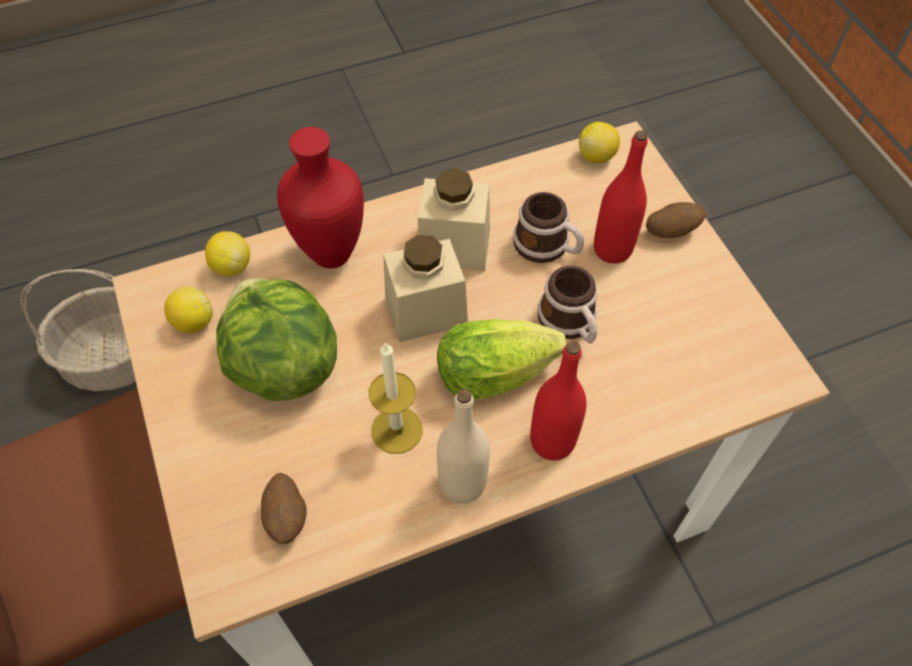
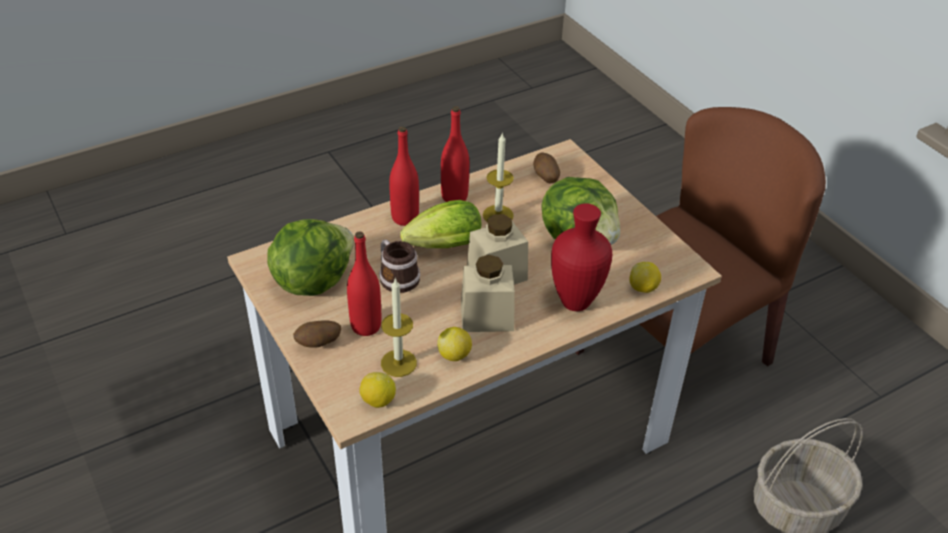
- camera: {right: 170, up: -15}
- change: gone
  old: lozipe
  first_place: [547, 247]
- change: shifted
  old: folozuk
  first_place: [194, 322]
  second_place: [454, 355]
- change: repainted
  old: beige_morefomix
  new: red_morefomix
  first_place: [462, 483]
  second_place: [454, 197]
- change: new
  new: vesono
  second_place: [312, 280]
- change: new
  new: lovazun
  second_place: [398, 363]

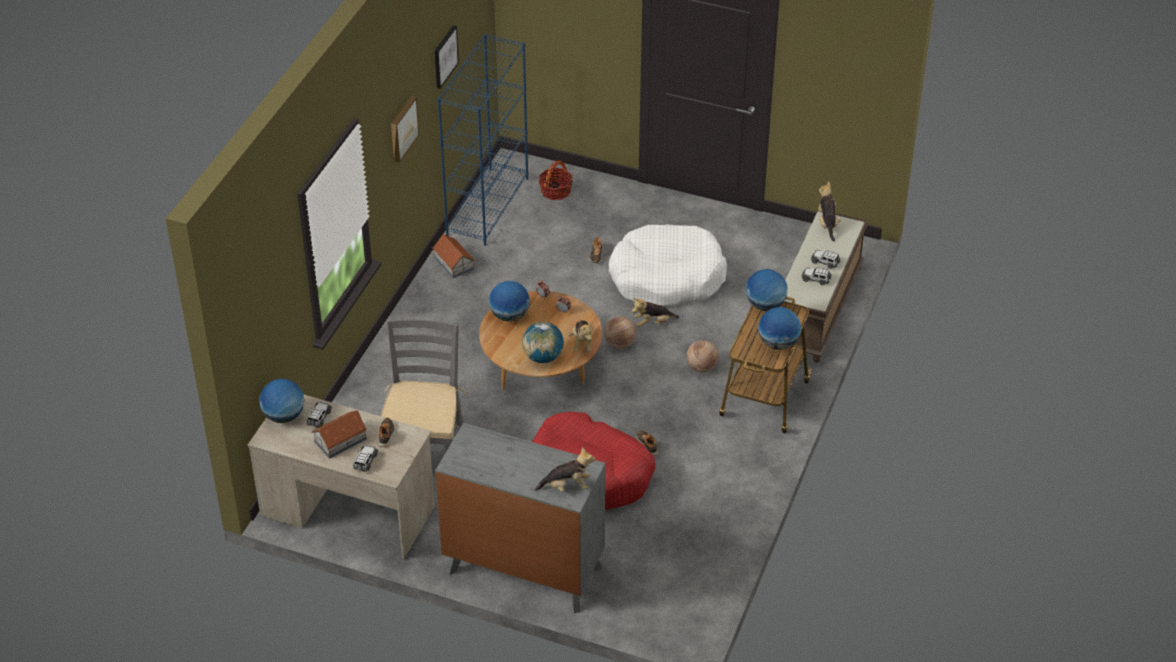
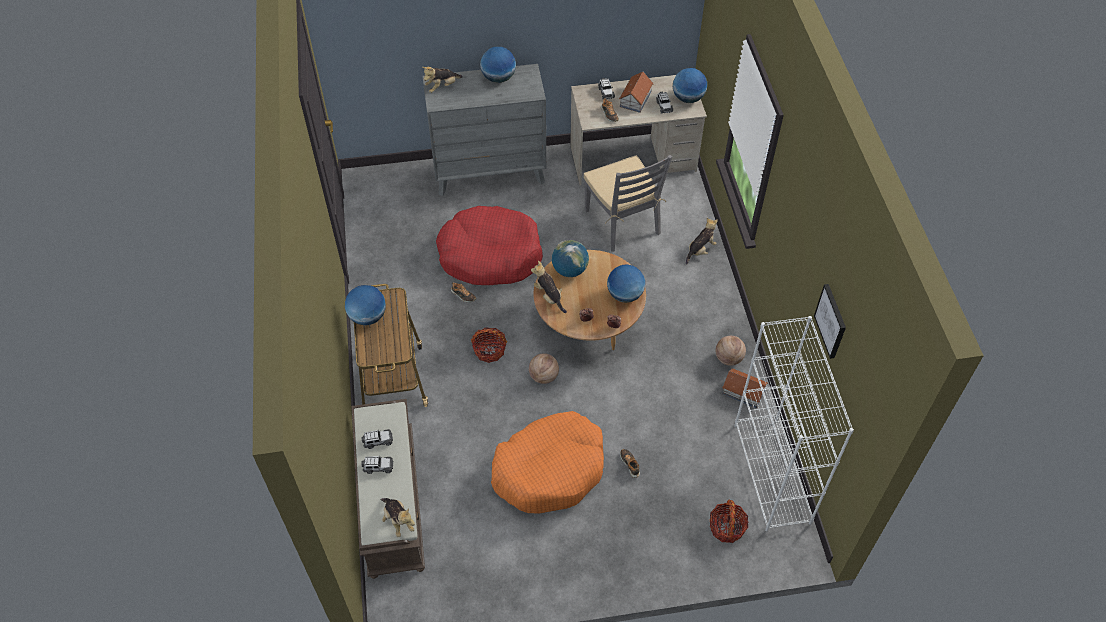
- camera: {right: 150, up: 10}
- change: repainted
  old: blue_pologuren
  new: white_pologuren
  first_place: [487, 205]
  second_place: [772, 474]
- change: gone
  old: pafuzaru
  first_place: [402, 128]
- change: repainted
  old: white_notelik
  new: orange_notelik
  first_place: [666, 277]
  second_place: [549, 469]
- change: shifted
  old: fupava
  first_place: [765, 305]
  second_place: [498, 78]
- change: shifted
  old: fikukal
  first_place: [653, 323]
  second_place: [700, 250]
- change: shifted
  old: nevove
  first_place: [701, 367]
  second_place: [728, 358]
- change: new
  new: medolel
  second_place: [489, 350]

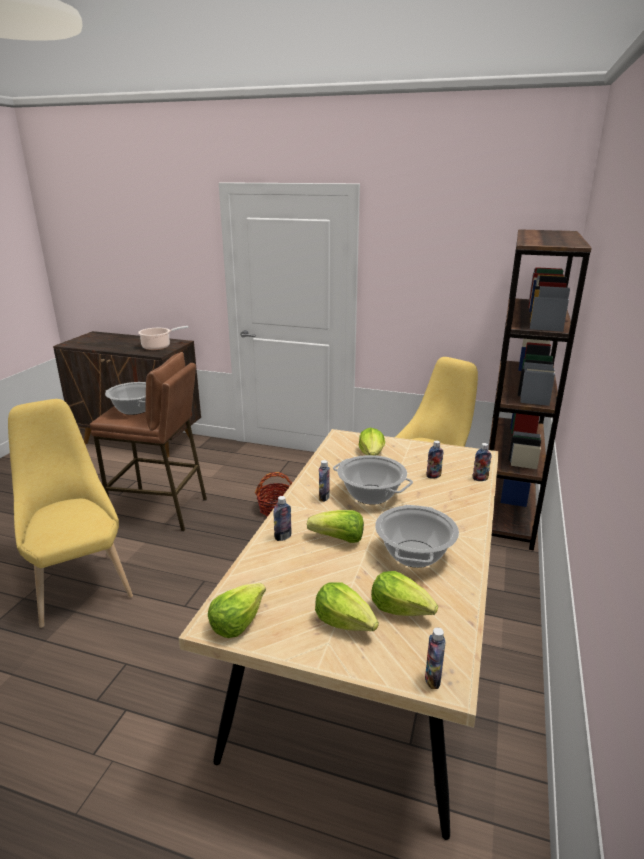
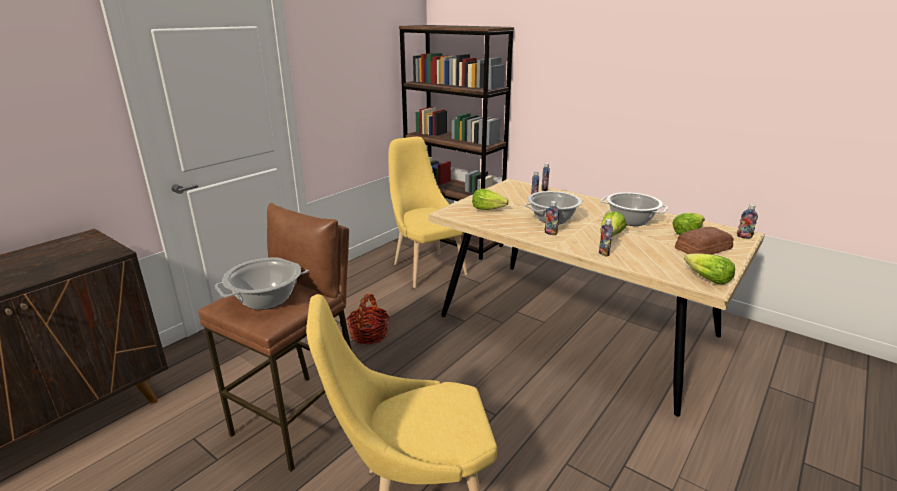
- camera: {right: -70, up: 0}
- change: gone
  old: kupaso
  first_place: [158, 347]
- change: swapped
  old: vesono
  new: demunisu
  first_place: [345, 622]
  second_place: [701, 248]

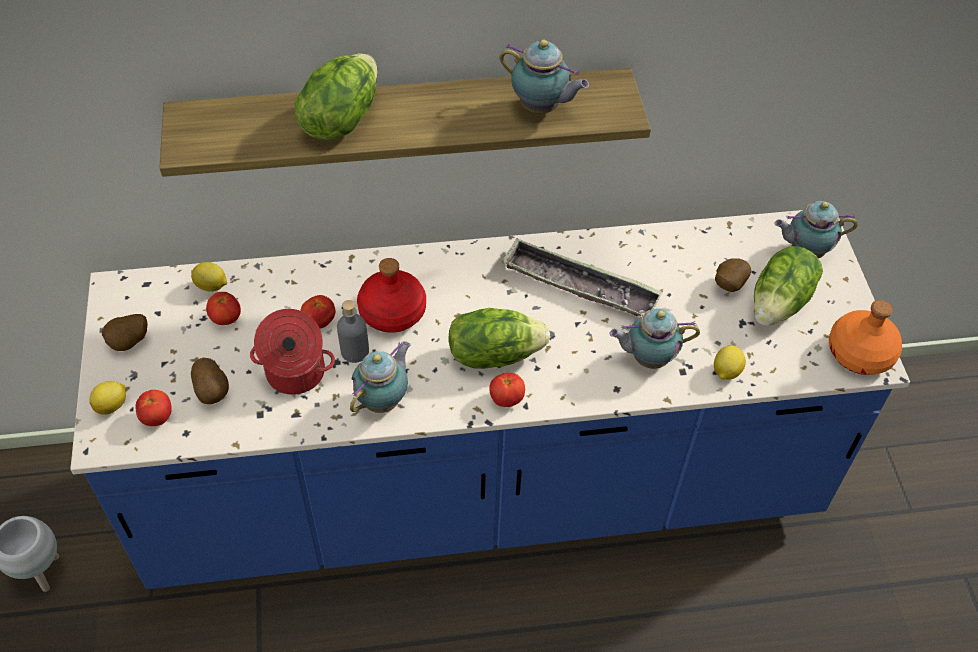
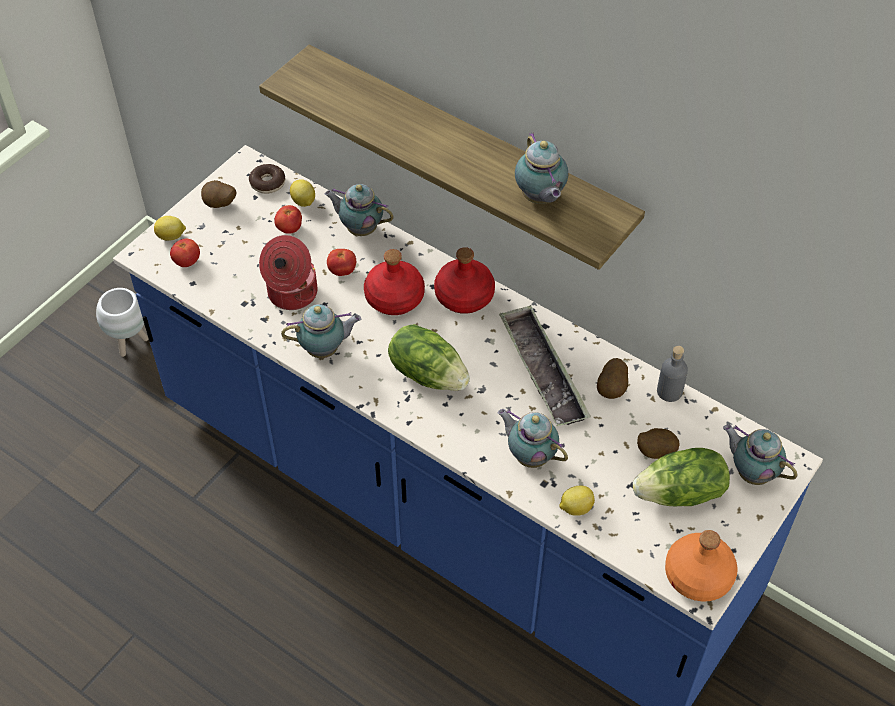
- camera: {right: 45, up: 0}
- change: gone
  old: vesono
  first_place: [340, 119]
- change: shifted
  old: grey_morefomix
  first_place: [354, 351]
  second_place: [669, 391]
- change: shifted
  old: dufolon
  first_place: [213, 392]
  second_place: [612, 389]
- change: gone
  old: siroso
  first_place: [506, 399]
- change: new
  new: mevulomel
  second_place: [267, 183]
- change: new
  new: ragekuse
  second_place: [360, 228]
- change: new
  new: red_morefomix
  second_place: [464, 296]

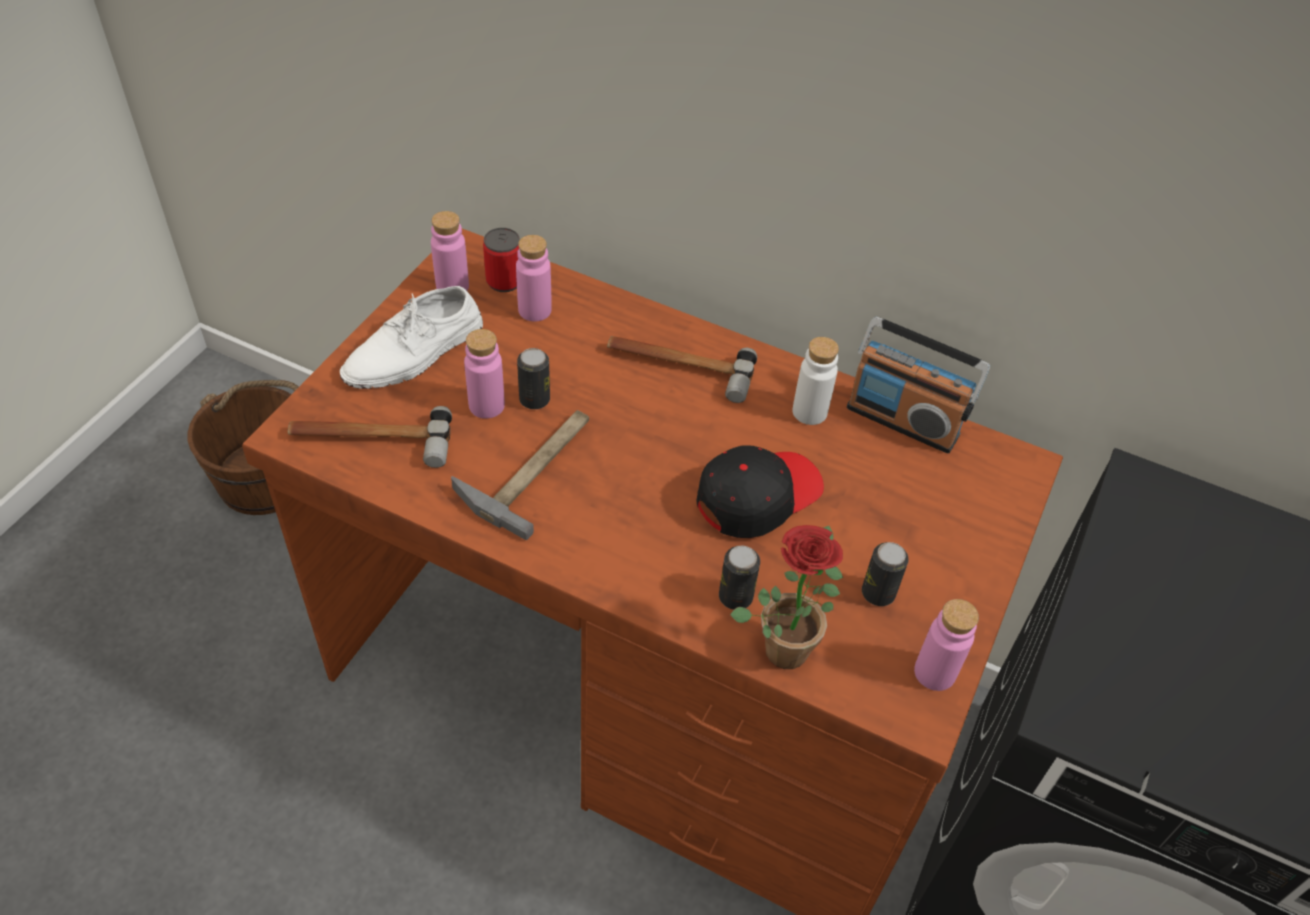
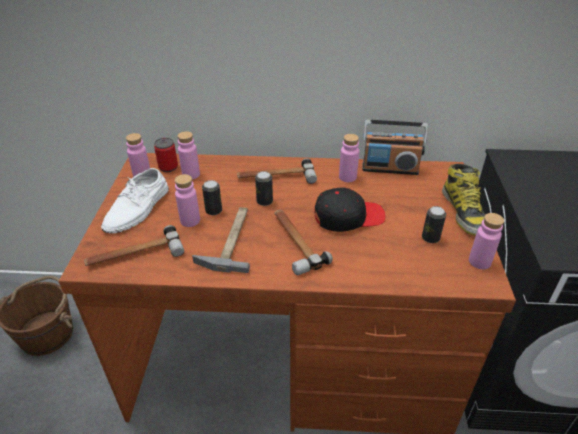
- camera: {right: -20, up: -10}
- change: repainted
  old: white_morefomix
  new: pink_morefomix
  first_place: [809, 412]
  second_place: [347, 177]
- change: rotated
  old: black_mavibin
  first_place: [757, 496]
  second_place: [348, 217]
  degrees: 45
- change: gone
  old: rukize
  first_place: [786, 642]
- change: shifted
  old: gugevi
  first_place: [735, 597]
  second_place: [264, 201]
- change: new
  new: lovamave
  second_place: [463, 211]
- change: new
  new: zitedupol
  second_place: [294, 242]

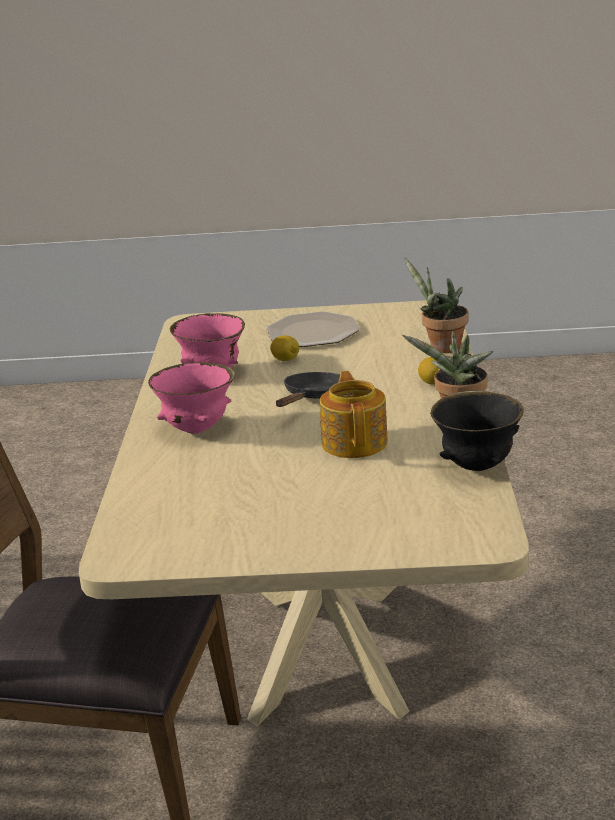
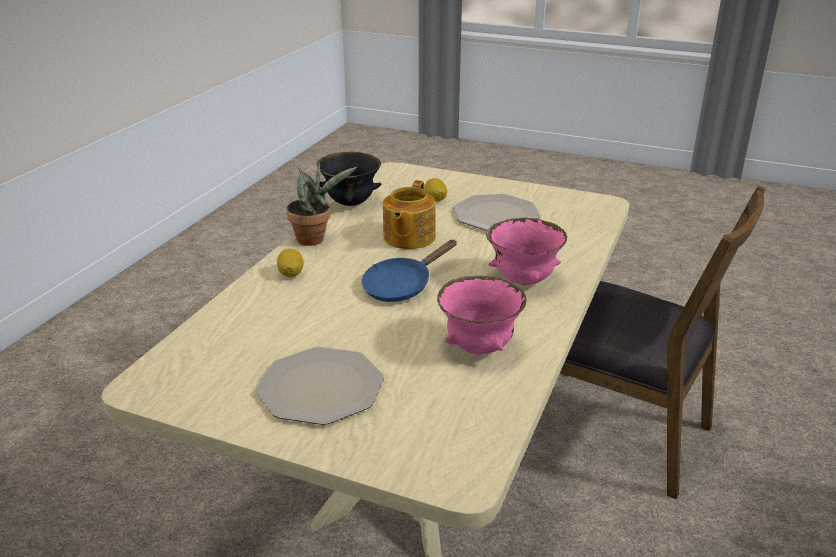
- camera: {right: -160, up: 5}
- change: gone
  old: rukize
  first_place: [441, 347]
- change: shifted
  old: folozuk
  first_place: [285, 360]
  second_place: [435, 199]
- change: repainted
  old: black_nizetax
  new: blue_nizetax
  first_place: [315, 398]
  second_place: [402, 286]
- change: new
  new: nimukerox
  second_place: [497, 214]

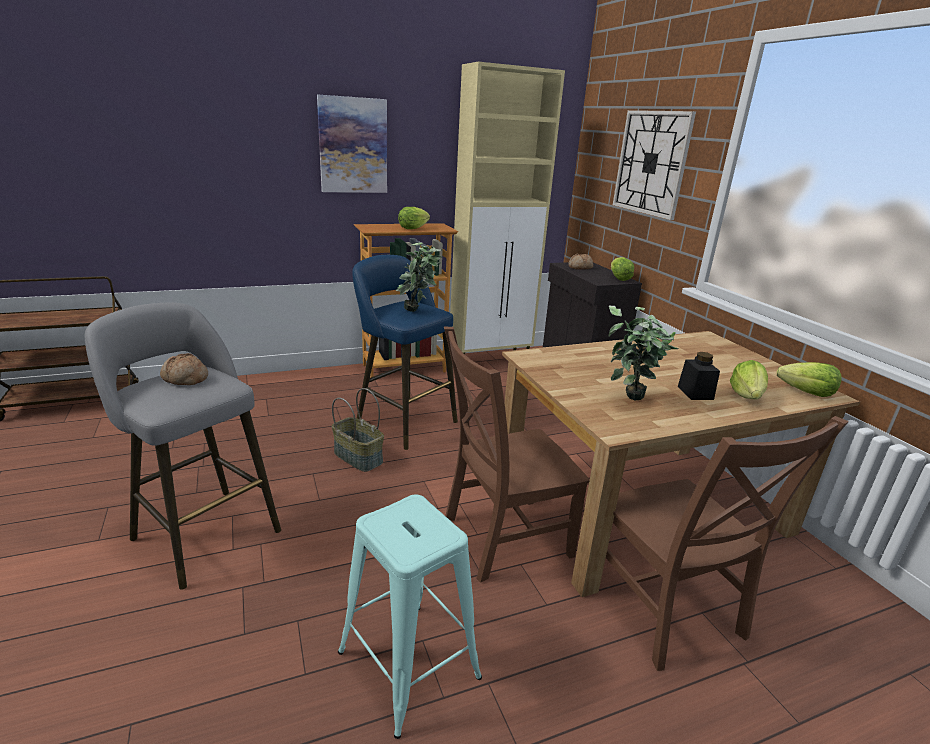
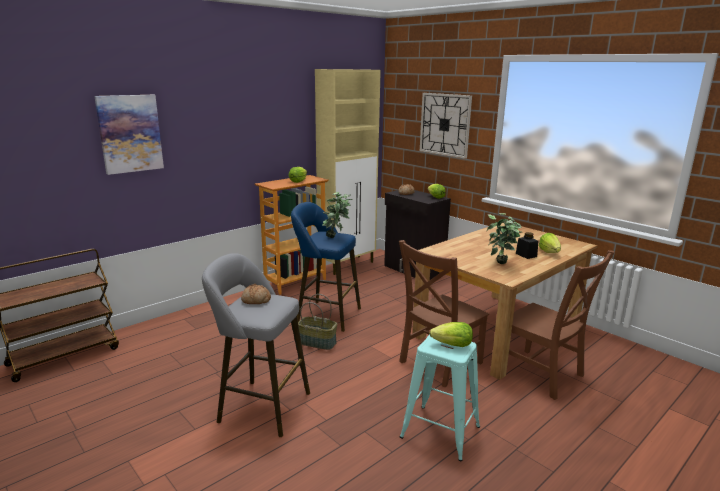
- camera: {right: -20, up: -5}
- change: shifted
  old: pafuzaru
  first_place: [353, 146]
  second_place: [130, 133]
- change: shifted
  old: vesono
  first_place: [806, 393]
  second_place: [453, 345]

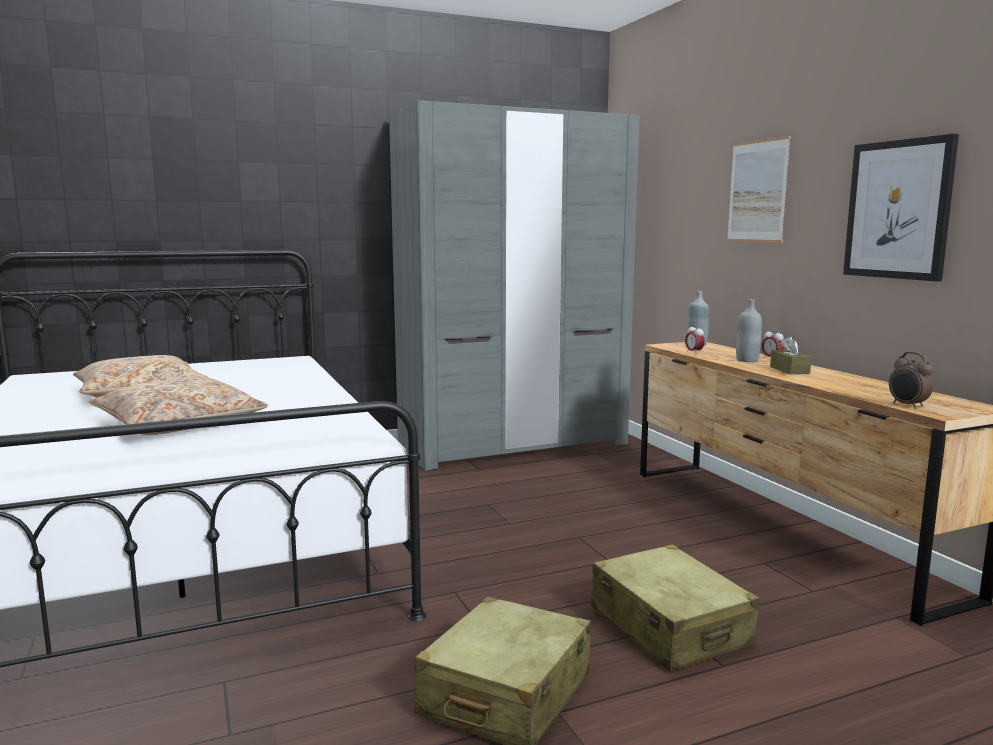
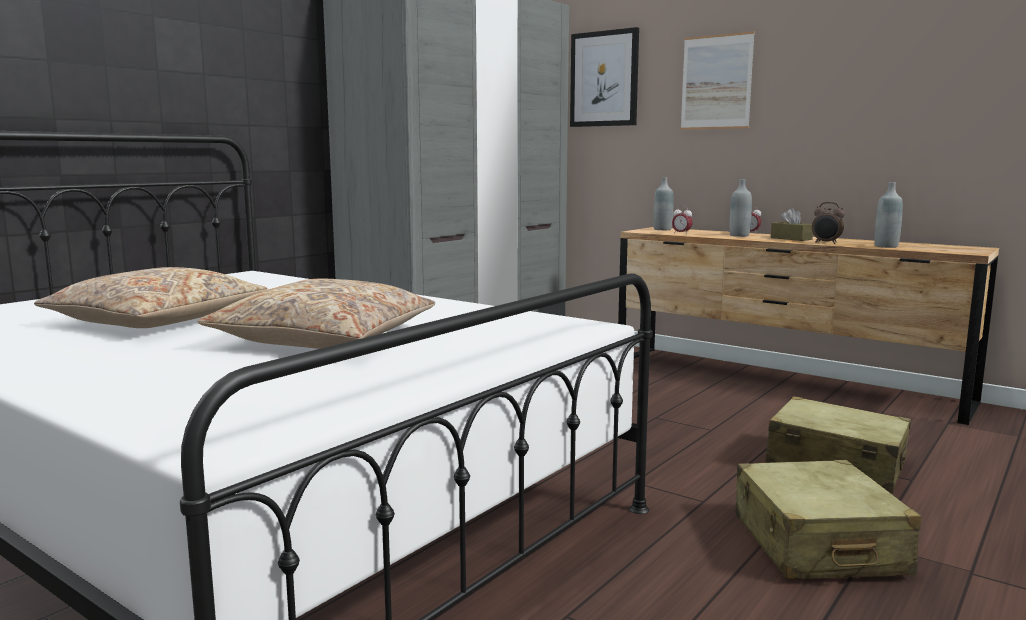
- camera: {right: -30, up: 0}
- change: shifted
  old: pafuzaru
  first_place: [898, 210]
  second_place: [604, 79]
- change: shifted
  old: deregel
  first_place: [907, 405]
  second_place: [826, 243]
- change: new
  new: grey_morefomix
  second_place: [886, 246]

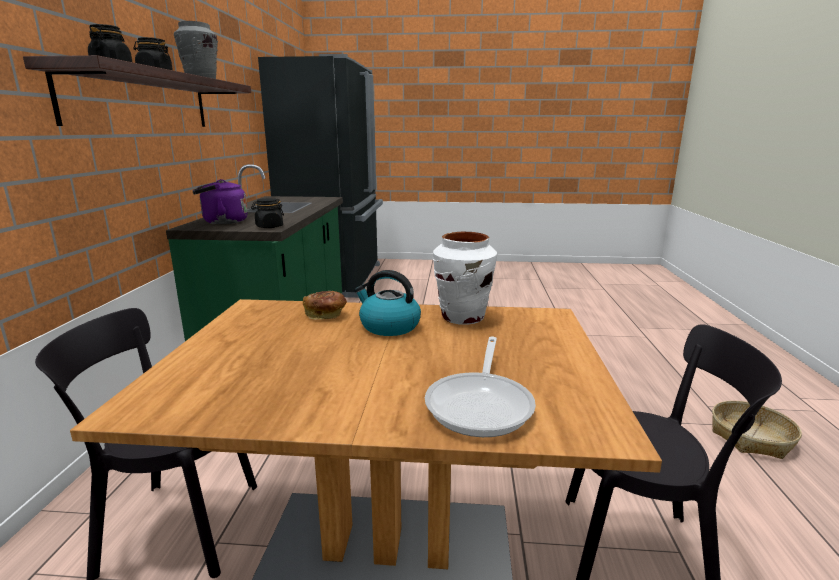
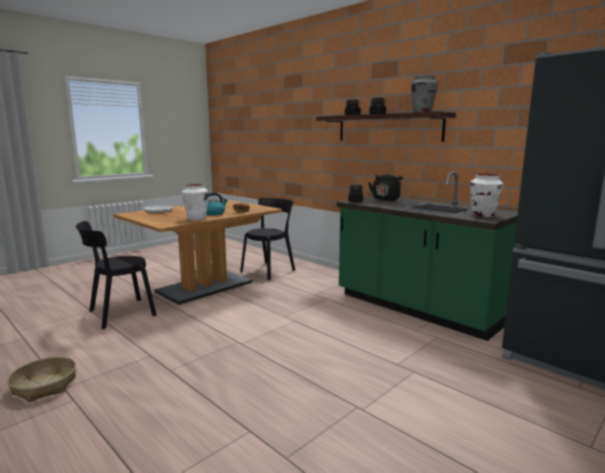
- camera: {right: 130, up: -5}
- change: repainted
  old: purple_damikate
  new: black_damikate
  first_place: [222, 222]
  second_place: [386, 199]
- change: new
  new: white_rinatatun
  second_place: [483, 215]

